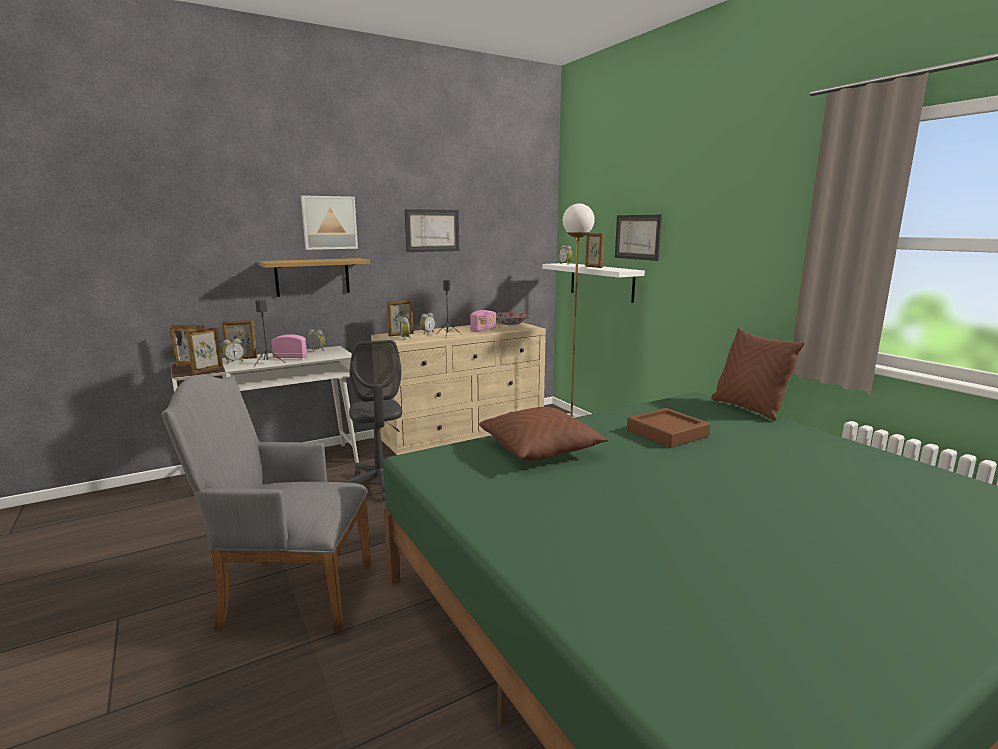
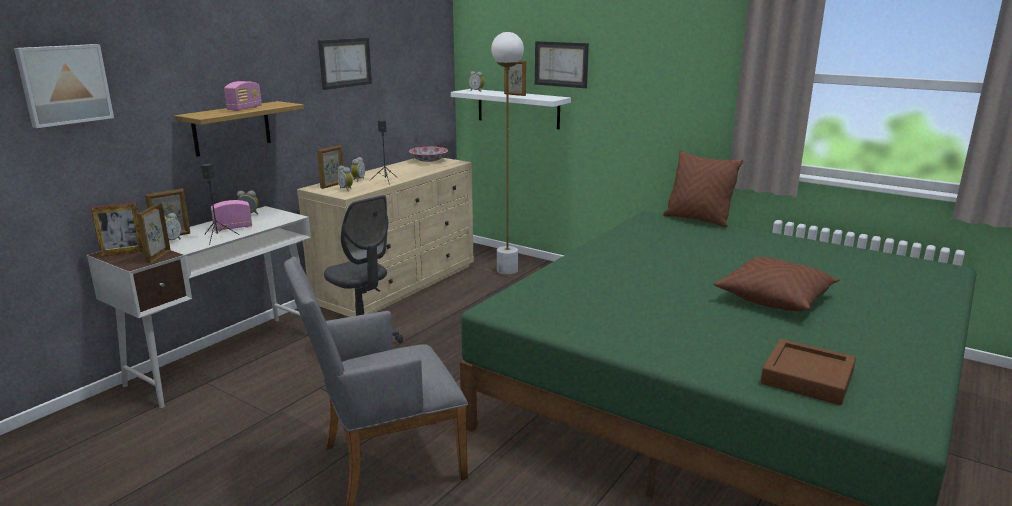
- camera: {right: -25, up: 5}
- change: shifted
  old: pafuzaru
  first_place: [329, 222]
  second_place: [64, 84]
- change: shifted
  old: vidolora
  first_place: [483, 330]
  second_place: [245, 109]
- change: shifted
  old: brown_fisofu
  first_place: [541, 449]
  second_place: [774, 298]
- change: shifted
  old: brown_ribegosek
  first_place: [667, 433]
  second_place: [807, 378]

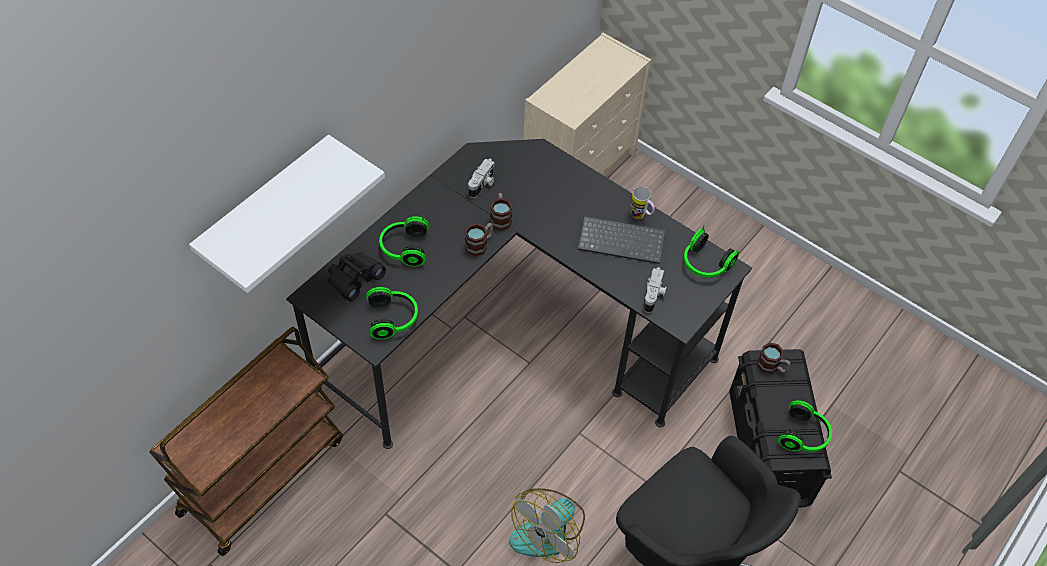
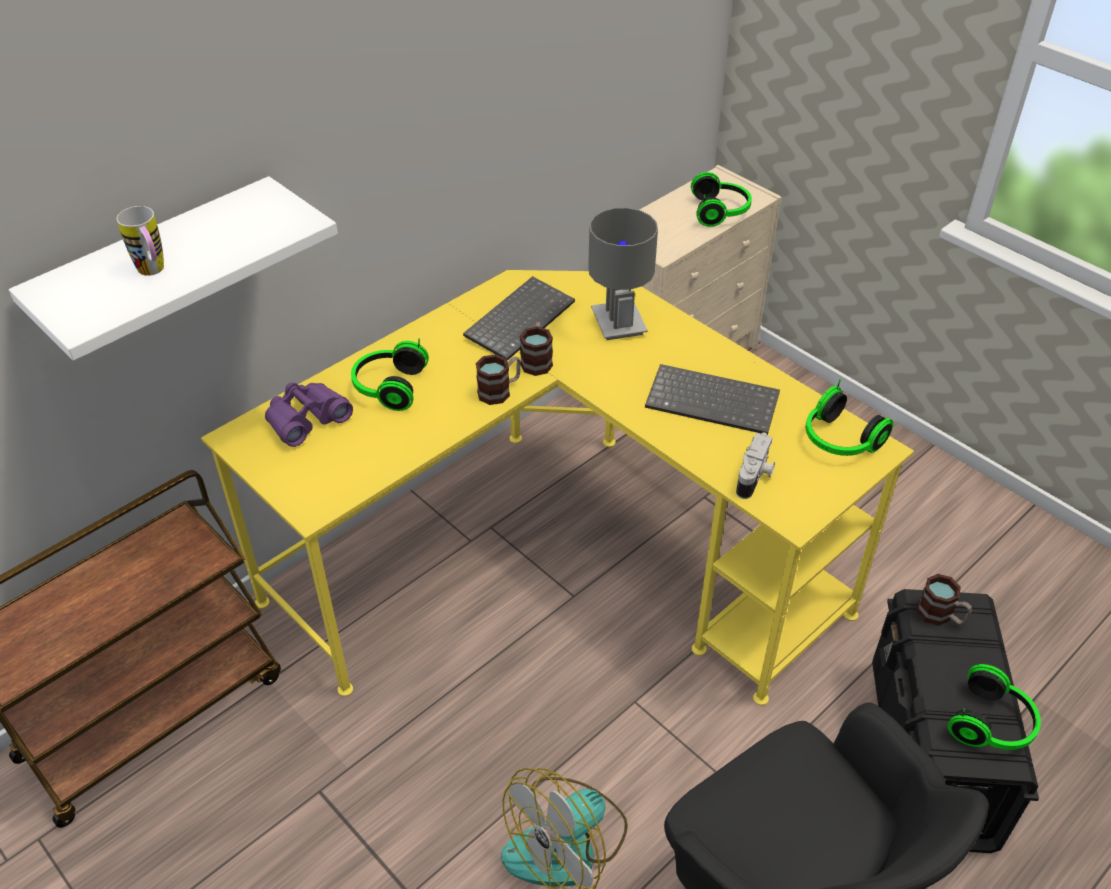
- camera: {right: 10, up: -10}
- change: repainted
  old: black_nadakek
  new: yellow_nadakek
  first_place: [513, 334]
  second_place: [557, 556]
- change: swapped
  old: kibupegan
  new: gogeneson
  first_place: [482, 184]
  second_place: [519, 319]
- change: shifted
  old: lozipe
  first_place: [641, 216]
  second_place: [154, 272]
- change: repainted
  old: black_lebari
  new: purple_lebari
  first_place: [354, 278]
  second_place: [306, 419]
- change: shifted
  old: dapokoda
  first_place: [393, 318]
  second_place: [720, 211]
- change: new
  new: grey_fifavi
  second_place: [619, 324]

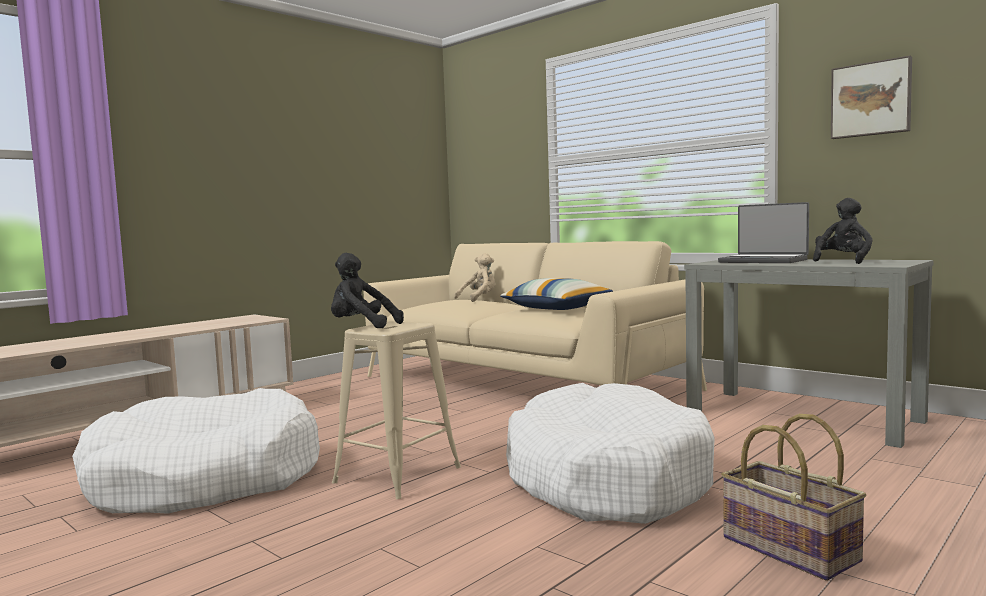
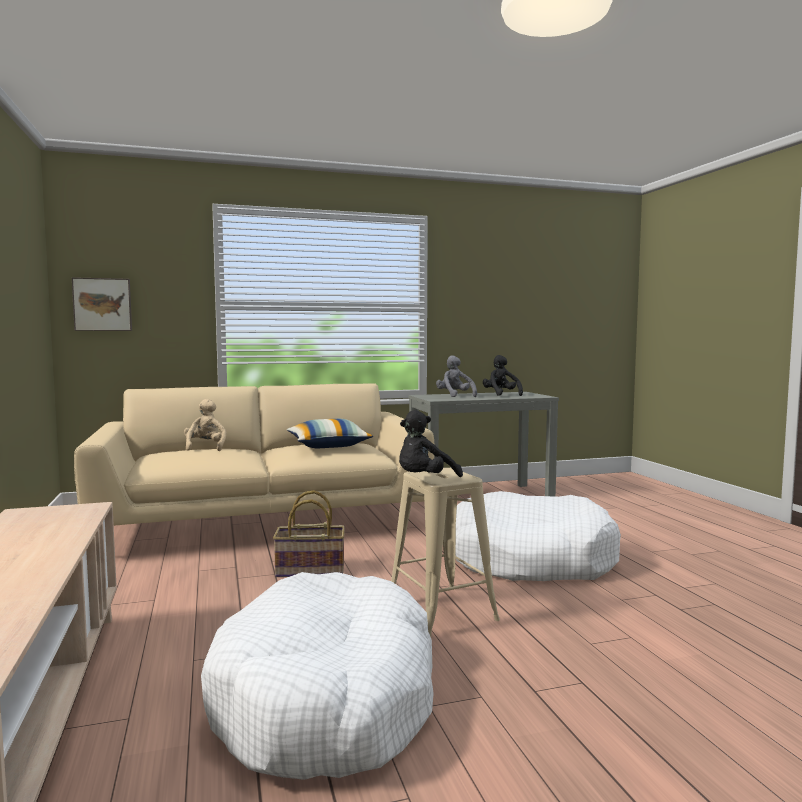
- camera: {right: -60, up: 0}
- change: shifted
  old: pafuzaru
  first_place: [871, 99]
  second_place: [103, 304]
- change: swapped
  old: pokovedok
  new: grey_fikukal
  first_place: [763, 261]
  second_place: [455, 396]
- change: shifted
  old: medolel
  first_place: [788, 549]
  second_place: [310, 570]

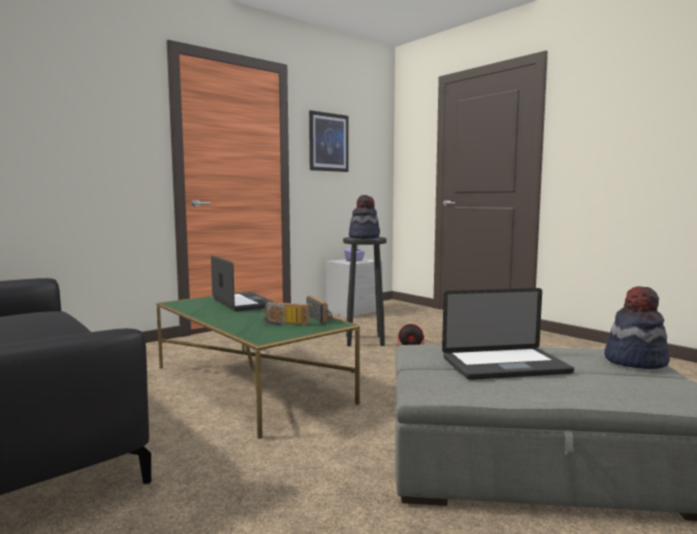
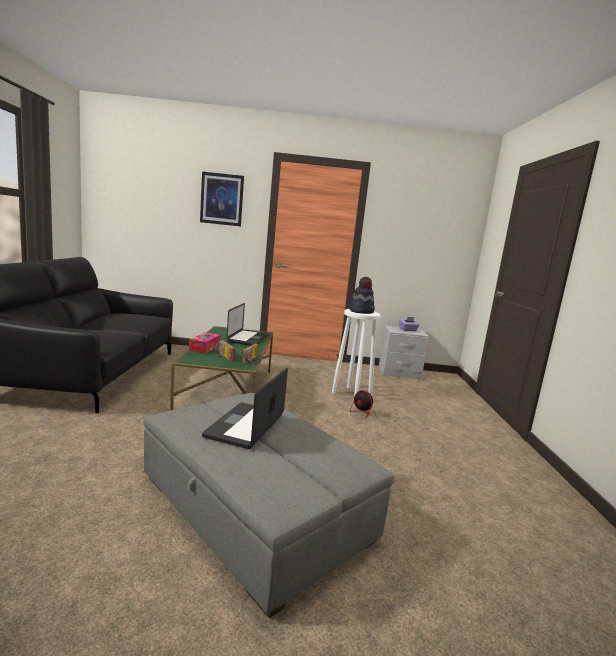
- camera: {right: 40, up: 5}
- change: shifted
  old: pafuzaru
  first_place: [328, 142]
  second_place: [222, 199]
- change: repainted
  old: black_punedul
  new: white_punedul
  first_place: [364, 341]
  second_place: [351, 394]
- change: gone
  old: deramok
  first_place: [634, 361]
- change: rotated
  old: pokovedok
  first_place: [505, 366]
  second_place: [245, 426]
  degrees: 75
- change: new
  new: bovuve
  second_place: [204, 348]

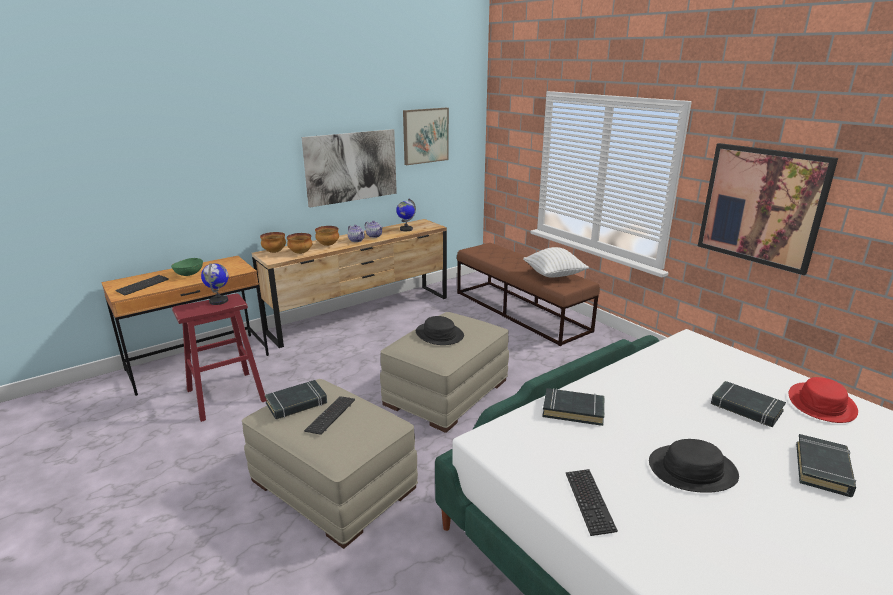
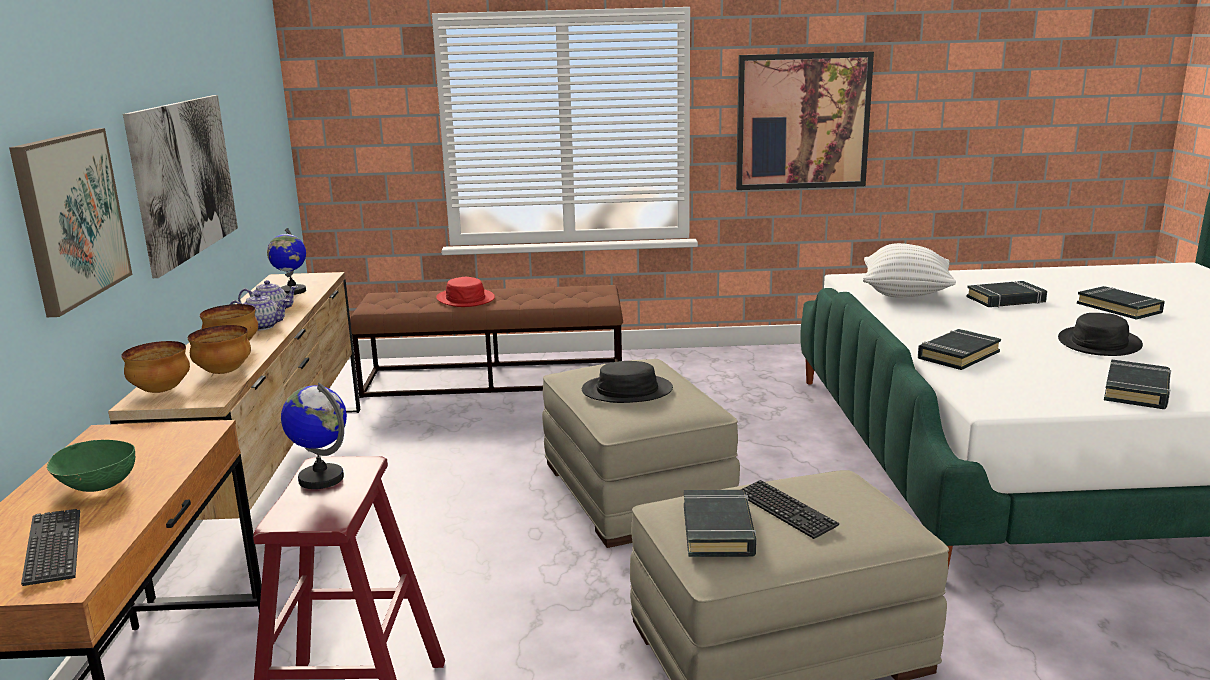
- camera: {right: -55, up: -5}
- change: shifted
  old: pafuzaru
  first_place: [425, 136]
  second_place: [71, 217]
- change: shifted
  old: white_fisofu
  first_place: [554, 275]
  second_place: [905, 294]
- change: shifted
  old: red_deramok
  first_place: [822, 404]
  second_place: [466, 299]
- change: swapped
  old: gogeneson
  new: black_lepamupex
  first_place: [589, 502]
  second_place: [1136, 391]

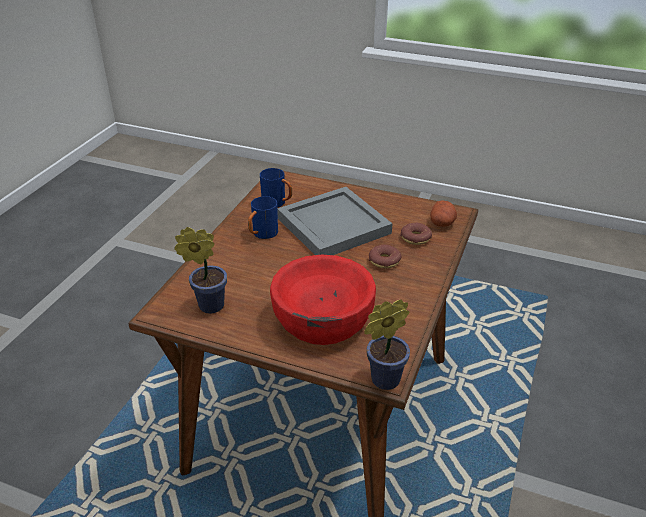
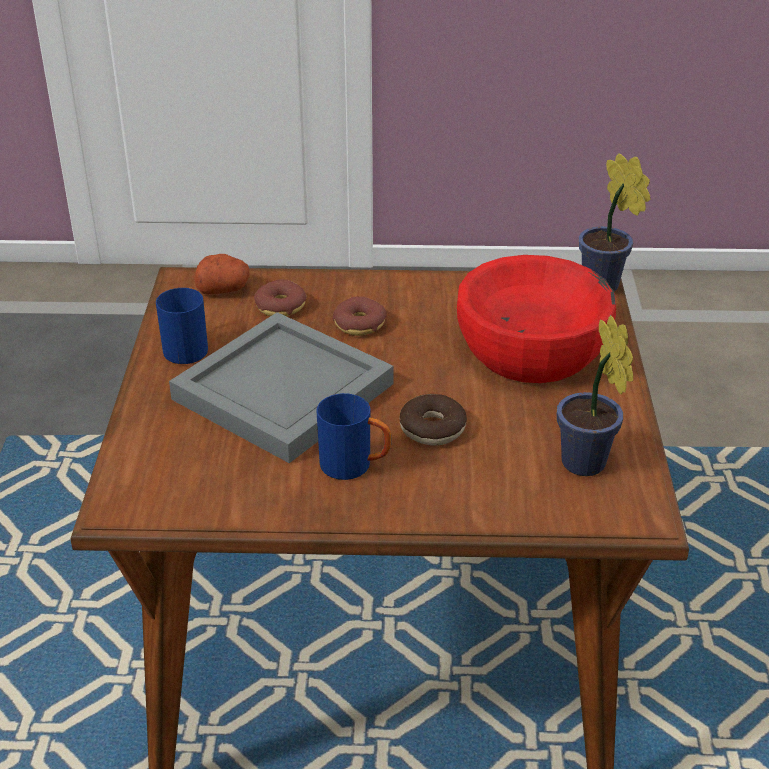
- camera: {right: -110, up: 0}
- change: shifted
  old: blue_lozipe
  first_place: [277, 203]
  second_place: [188, 346]
- change: new
  new: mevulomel
  second_place: [432, 428]

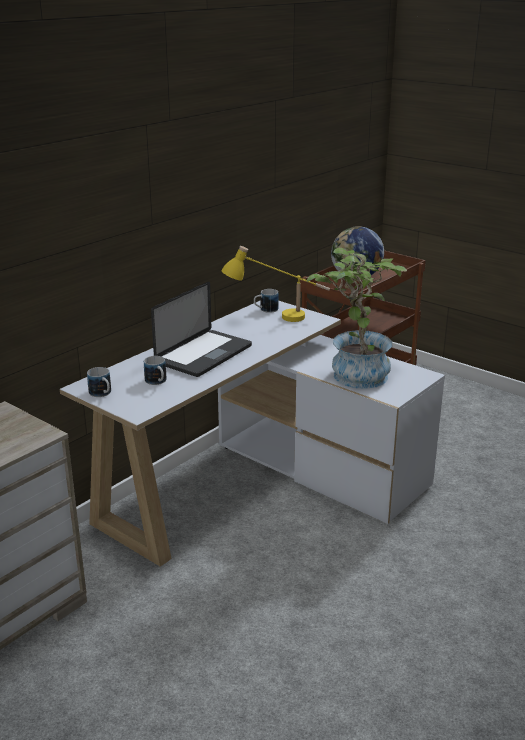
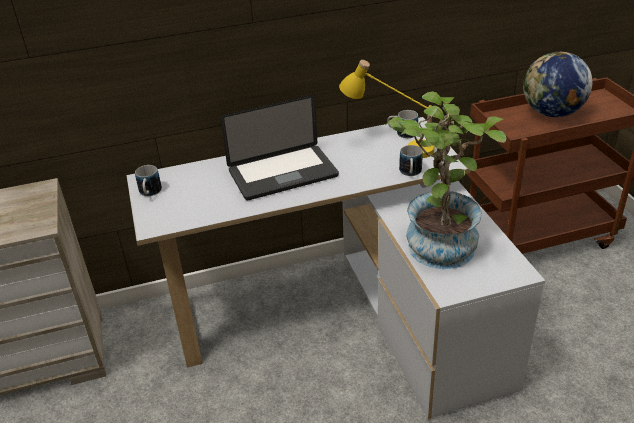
- camera: {right: 35, up: 10}
- change: shifted
  old: lozipe
  first_place: [157, 382]
  second_place: [410, 173]

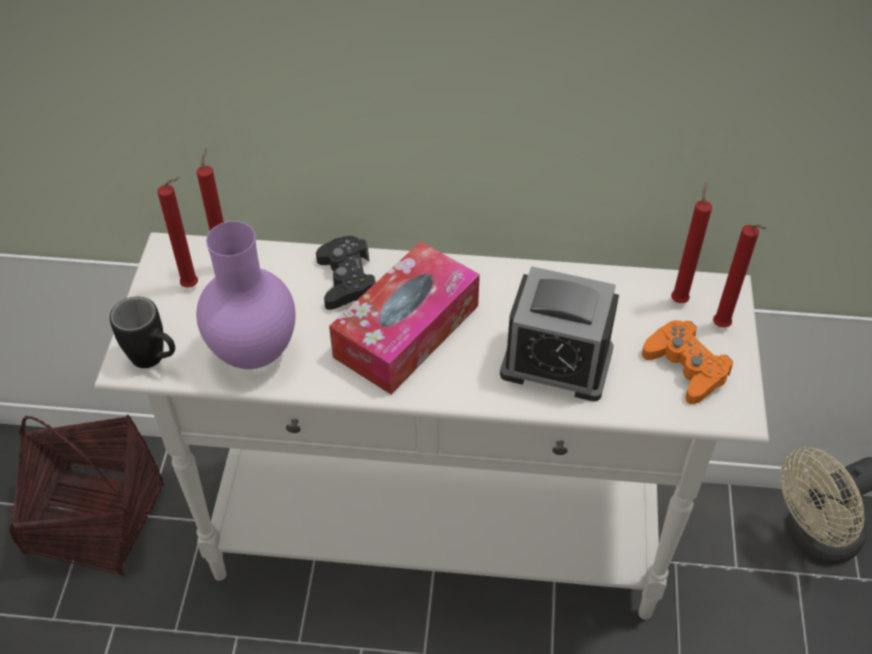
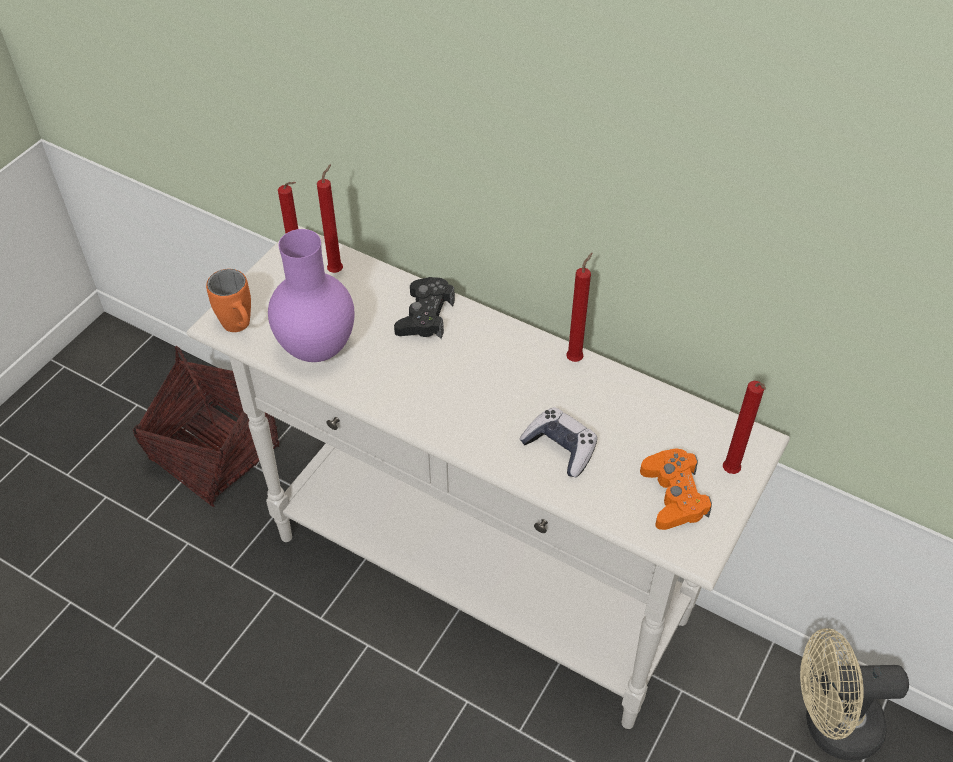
- camera: {right: 25, up: 0}
- change: shifted
  old: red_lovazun
  first_place: [679, 299]
  second_place: [576, 358]
- change: gone
  old: bovuve
  first_place: [406, 331]
- change: swapped
  old: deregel
  new: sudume
  first_place: [556, 362]
  second_place: [560, 448]
- change: repainted
  old: black_lozipe
  new: orange_lozipe
  first_place: [155, 361]
  second_place: [240, 328]

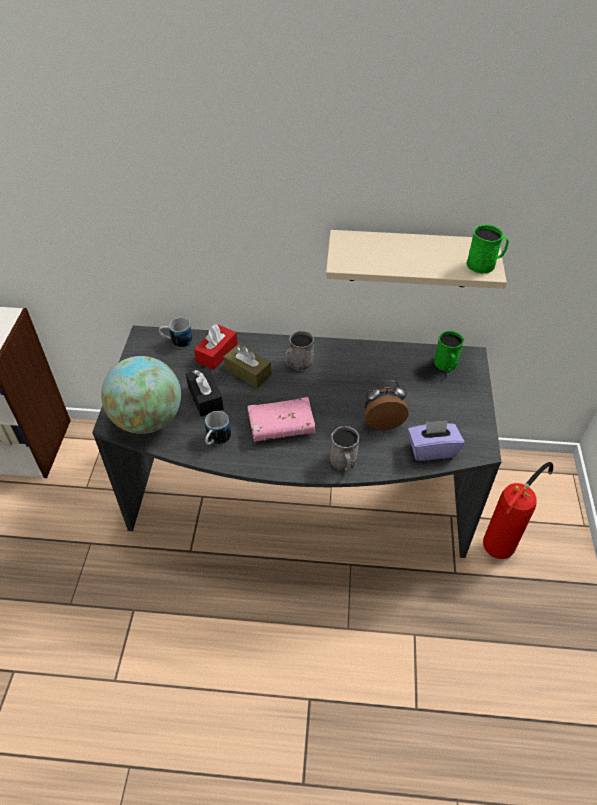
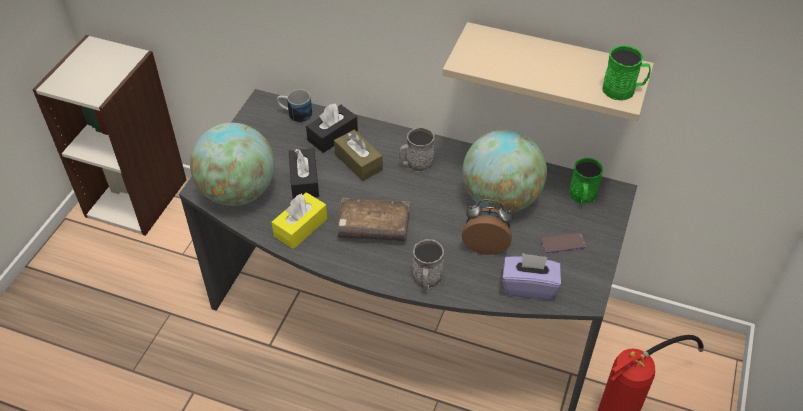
- camera: {right: 15, up: 0}
- change: repainted
  old: red_bovuve
  new: black_bovuve
  first_place: [217, 353]
  second_place: [332, 135]
- change: repainted
  old: pink_lepamupex
  new: brown_lepamupex
  first_place: [281, 426]
  second_place: [373, 227]
- change: swapped
  old: lozipe
  new: yellow_bovuve
  first_place: [216, 440]
  second_place: [300, 227]
- change: new
  new: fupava
  second_place: [500, 199]
- change: new
  new: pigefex
  second_place: [563, 243]

